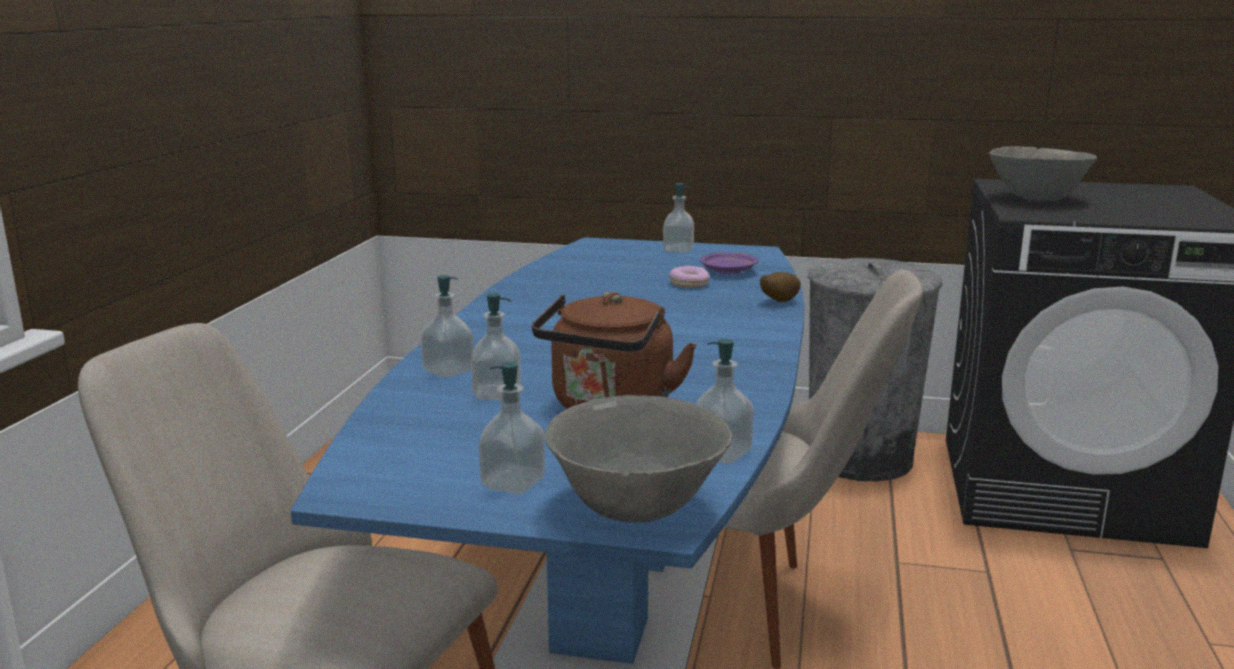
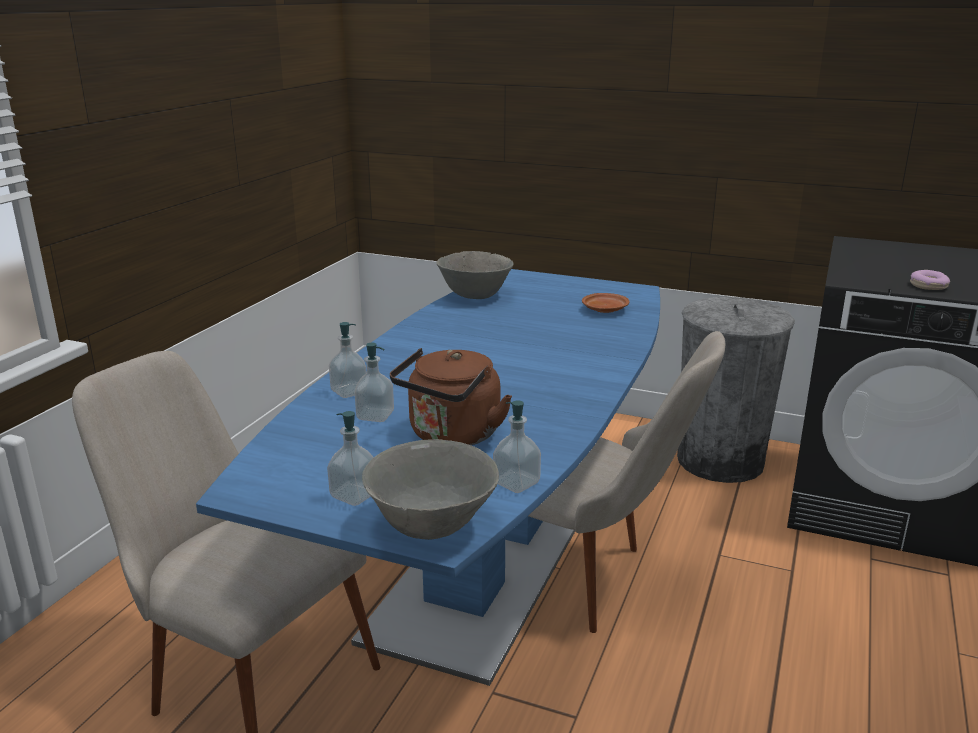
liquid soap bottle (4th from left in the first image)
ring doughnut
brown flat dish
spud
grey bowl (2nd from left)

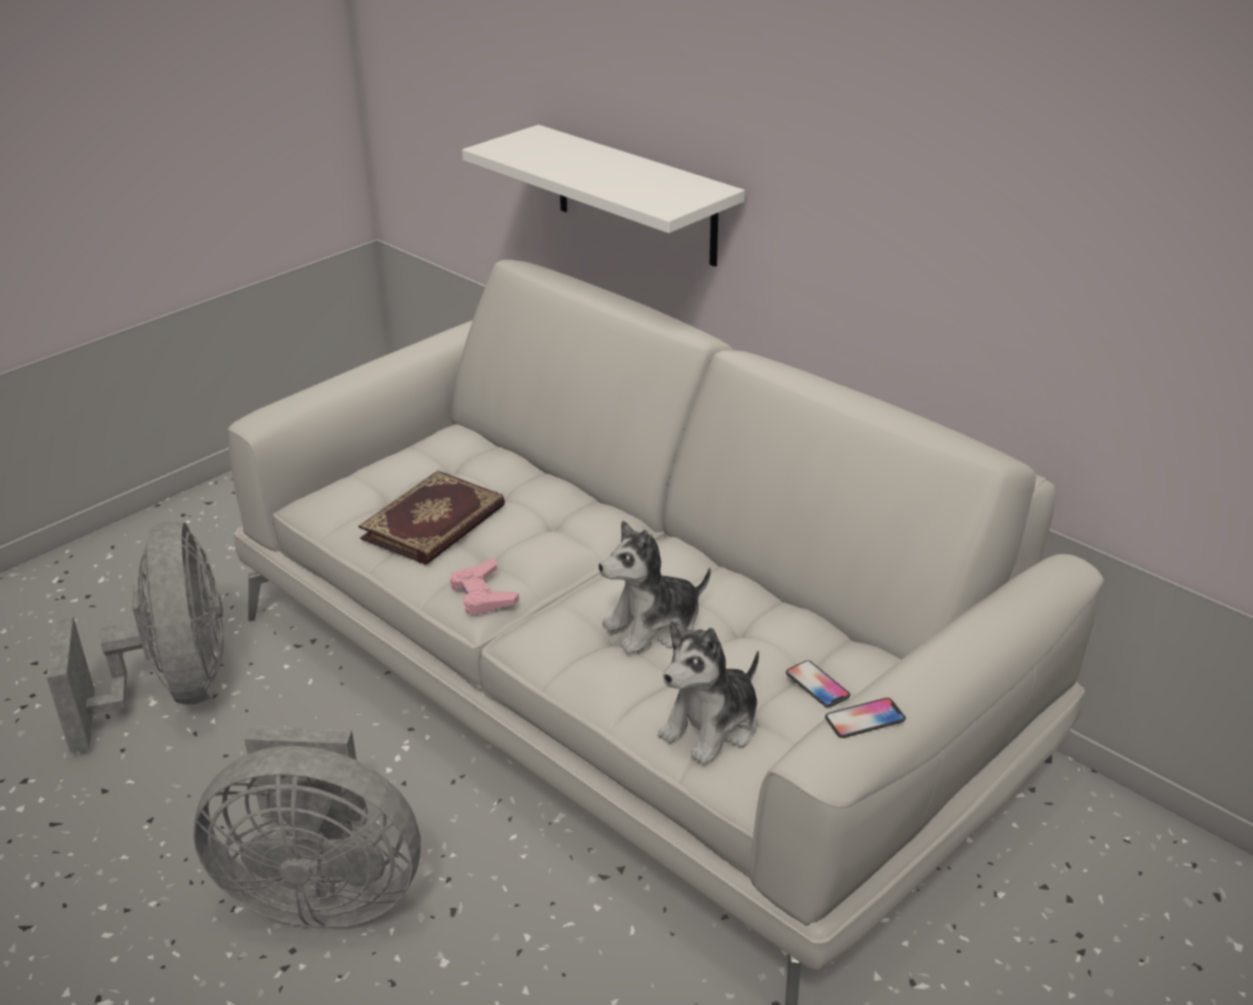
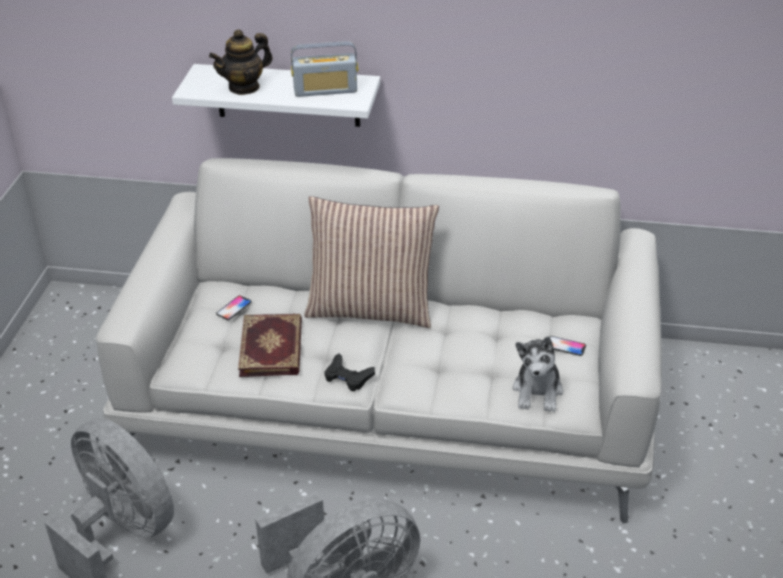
black joypad
soft toy (1st from left in the first image)
phone (1st from left)
pot for tea
radio receiver
cushion

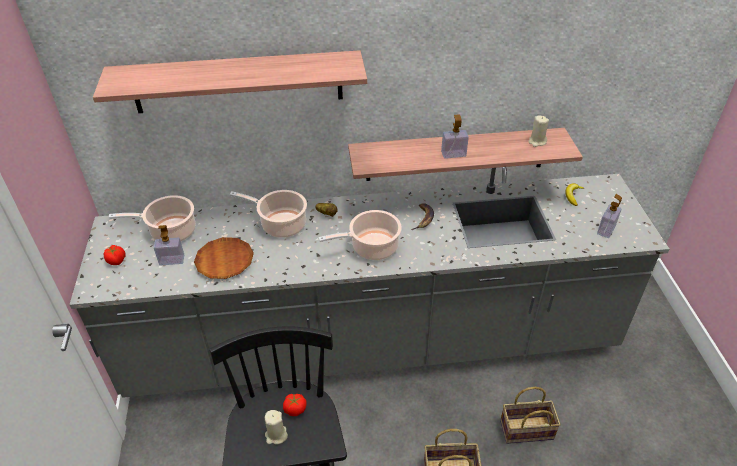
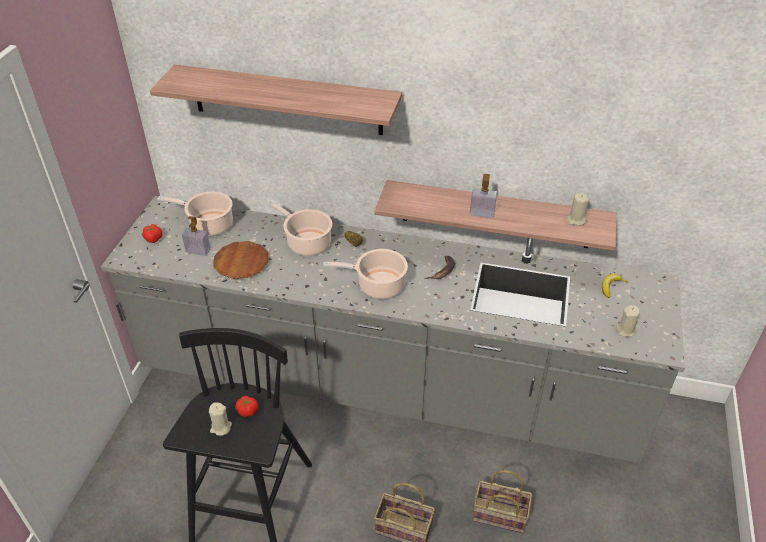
beige wax candle (3rd from left)

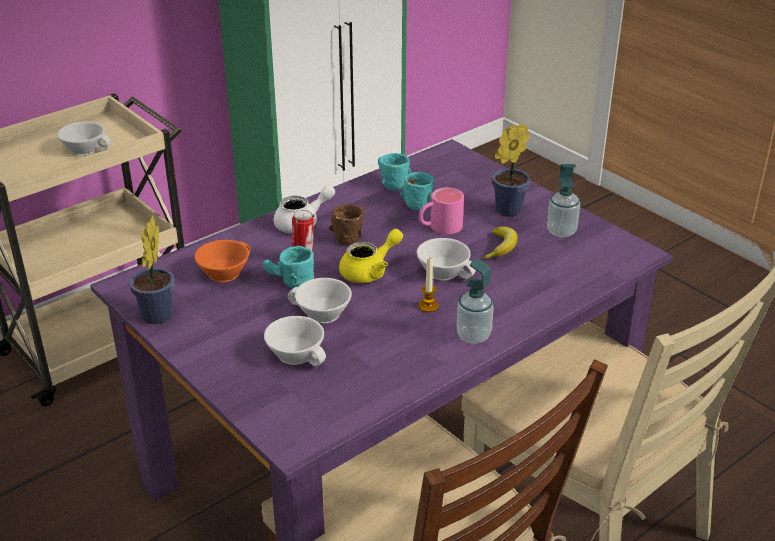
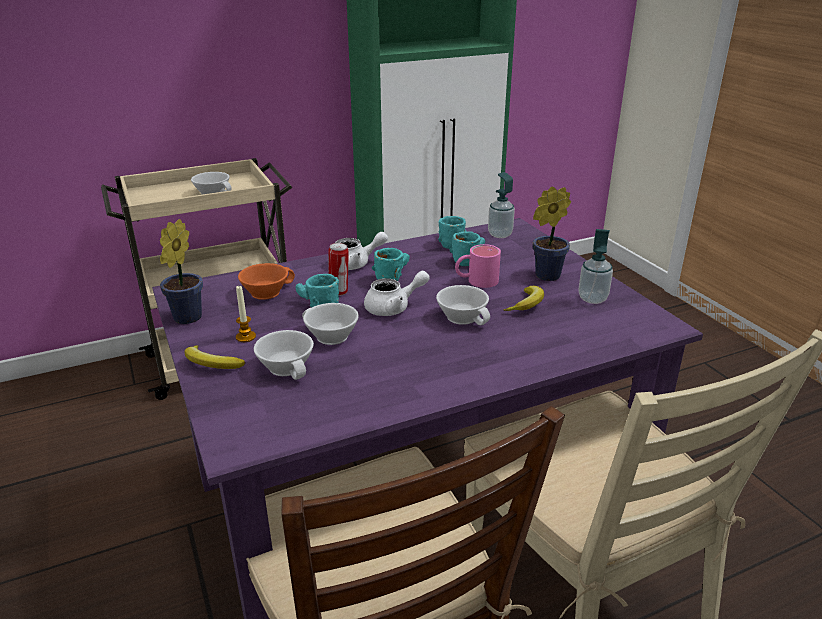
turquoise coffee mug (2nd from left)
whitish pot for tea (2nd from left)
wax candle
liquid soap bottle (1st from left)
banana fruit (1st from left)

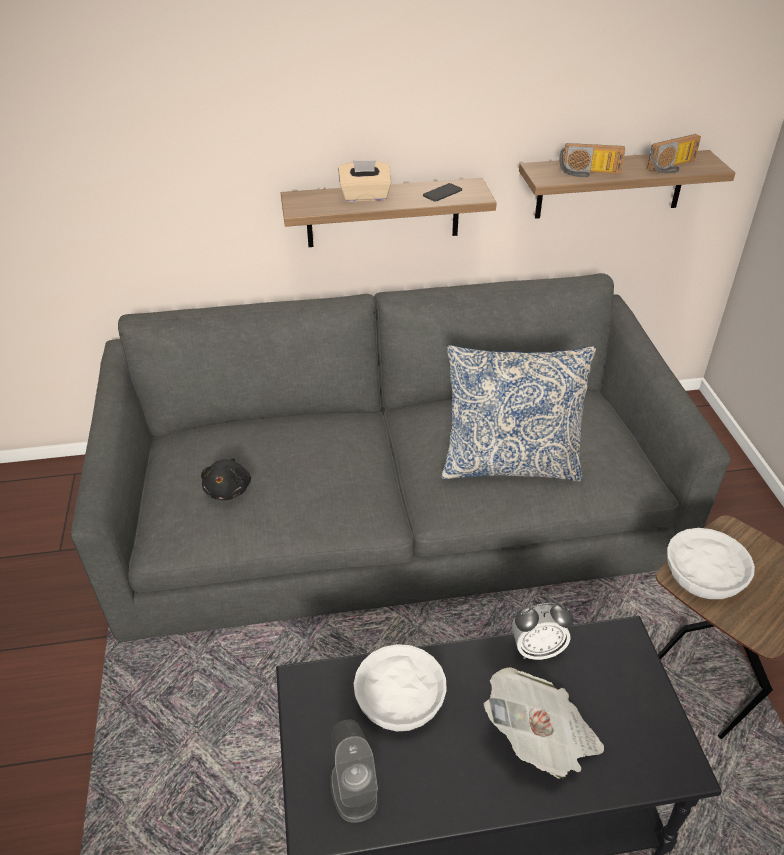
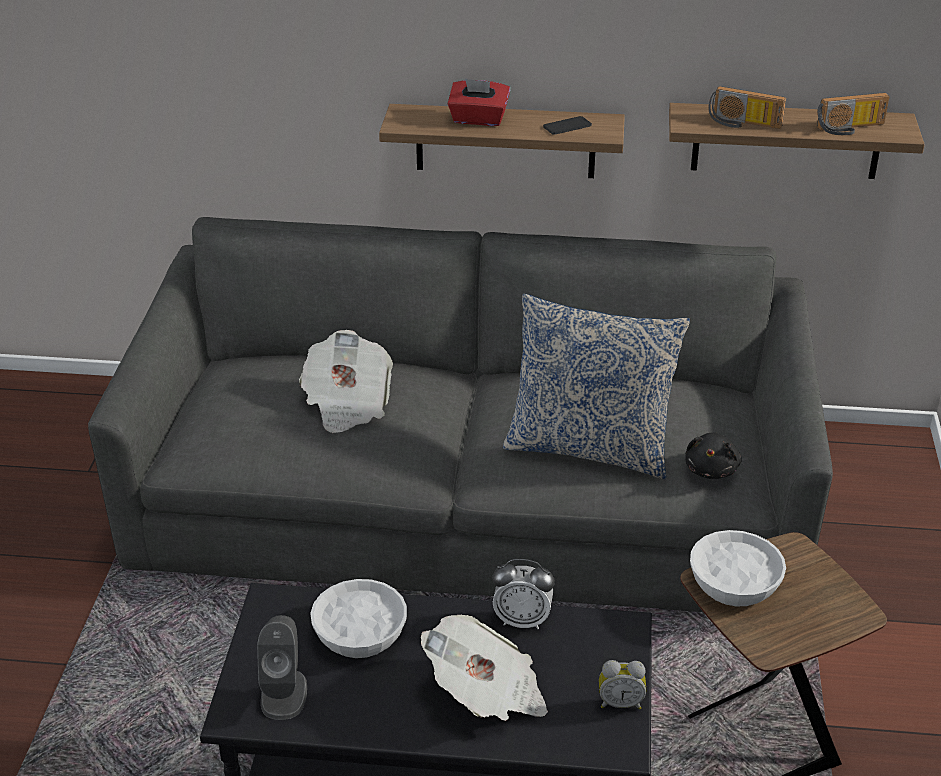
black soft toy
red box of tissues
newspaper (1st from left)
alarm clock (2nd from left)

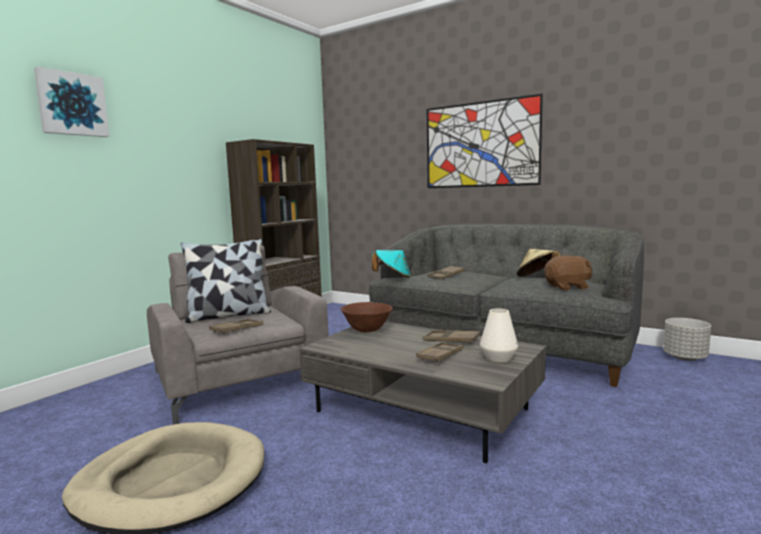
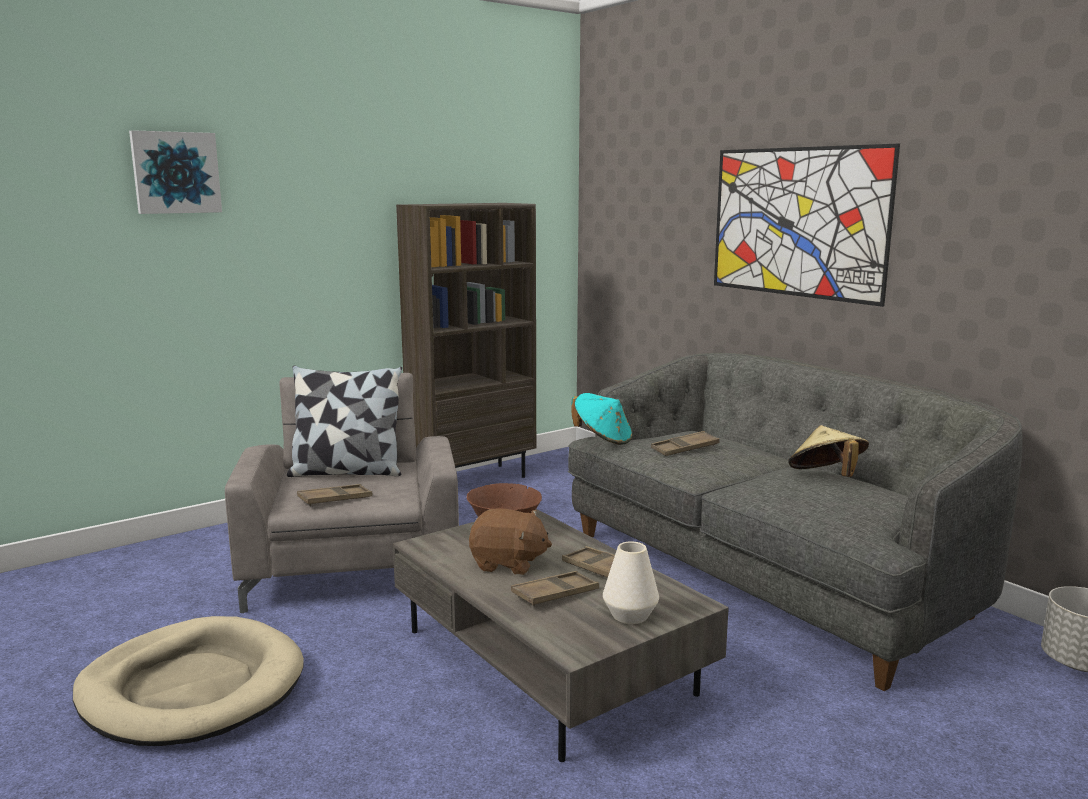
brown soft toy

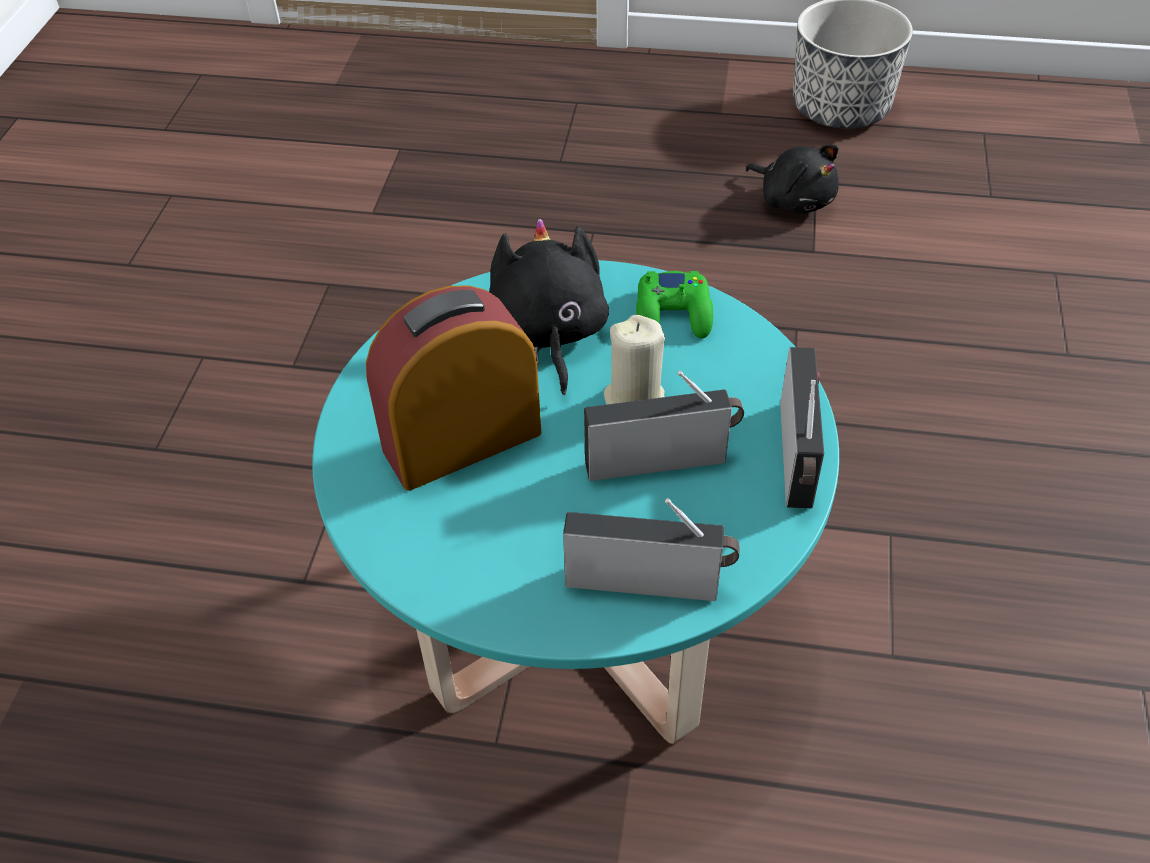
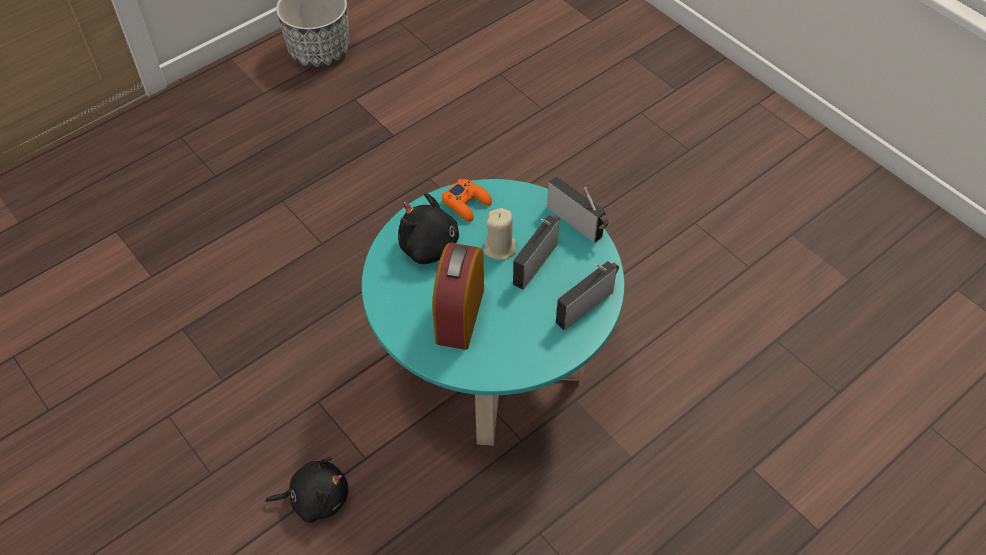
orangey joypad
black soft toy (1st from left)

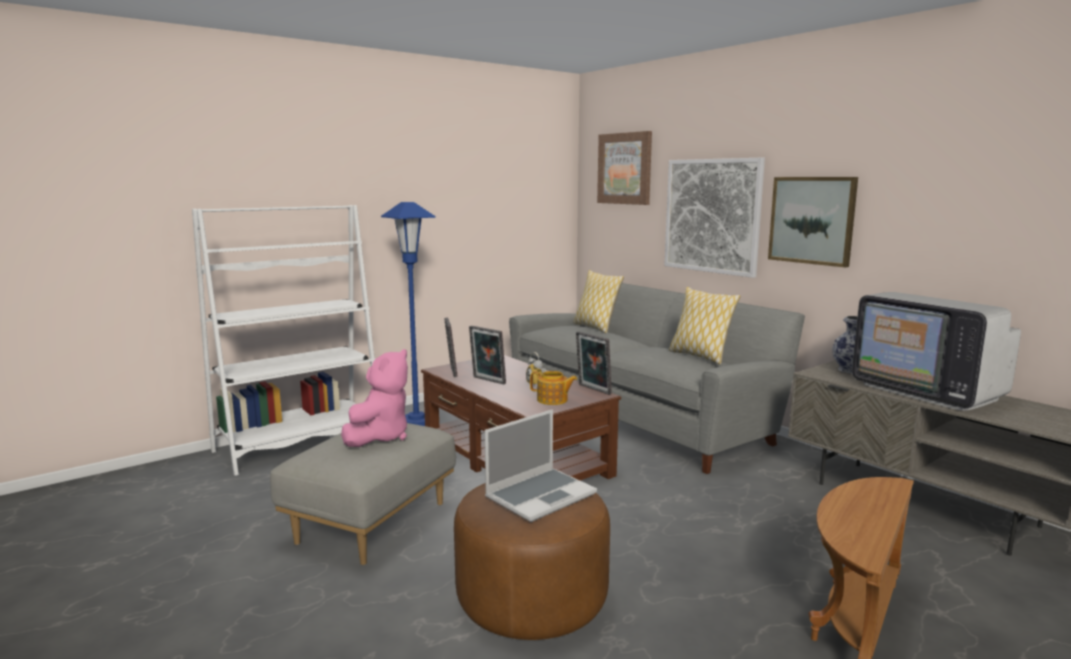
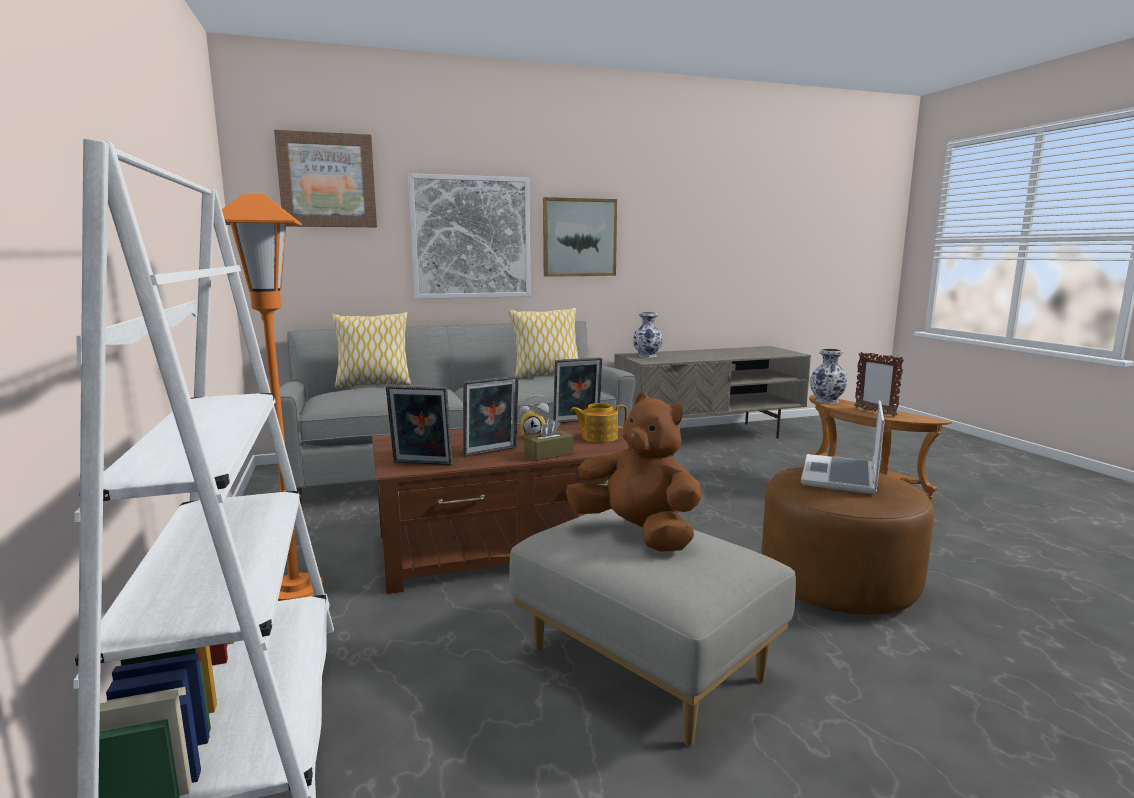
brown soft toy
orangey floor lamp
laptop
pot for tea
television
brown box of tissues
decorative vase (2nd from left)
photo frame (4th from left)

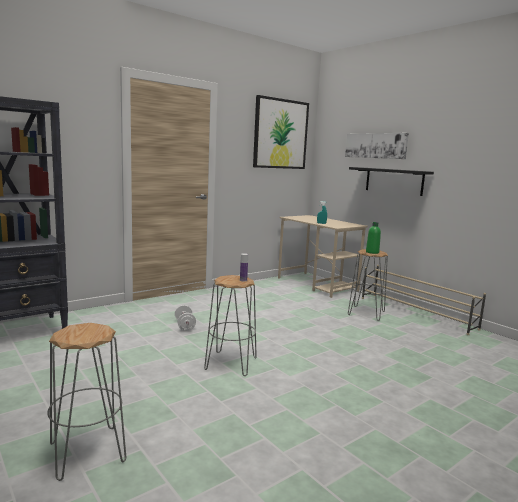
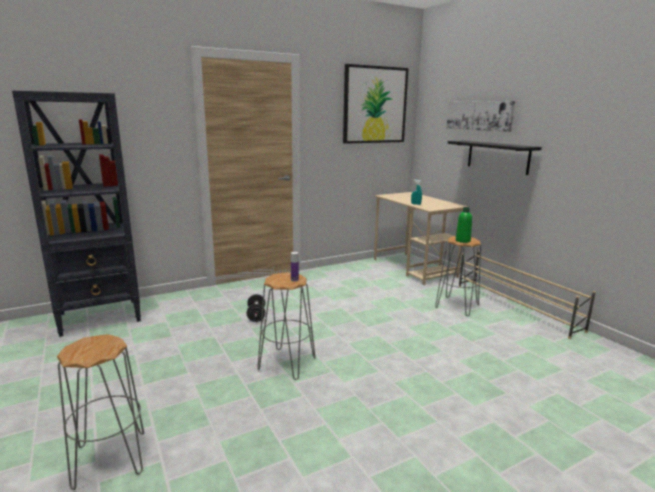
black dumbbell

